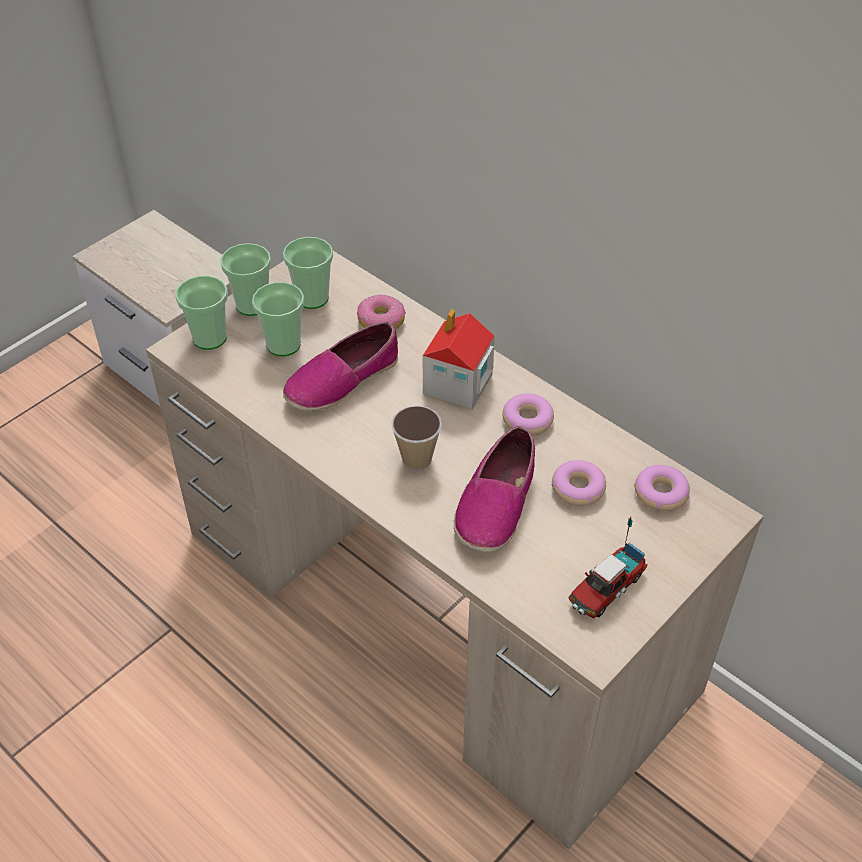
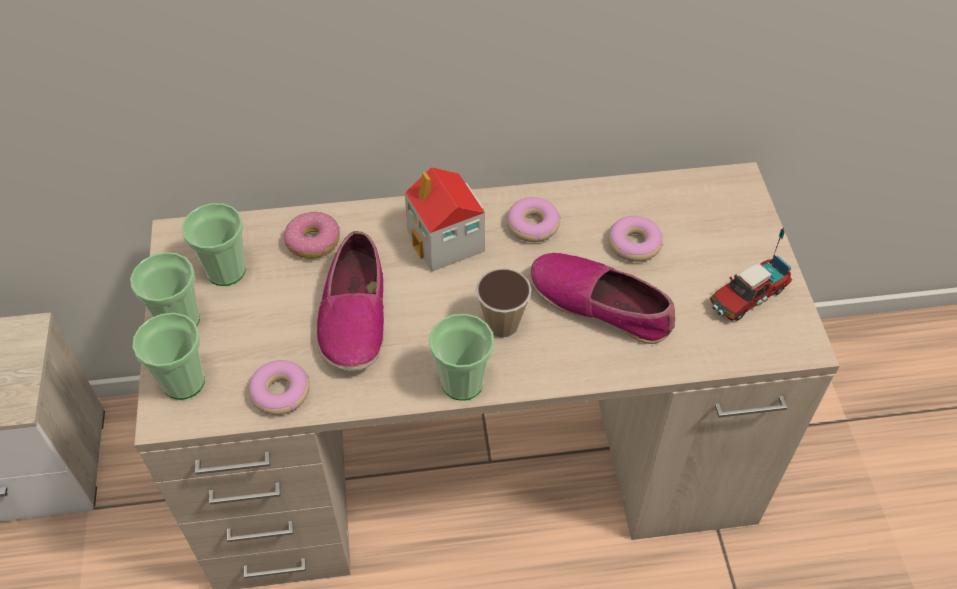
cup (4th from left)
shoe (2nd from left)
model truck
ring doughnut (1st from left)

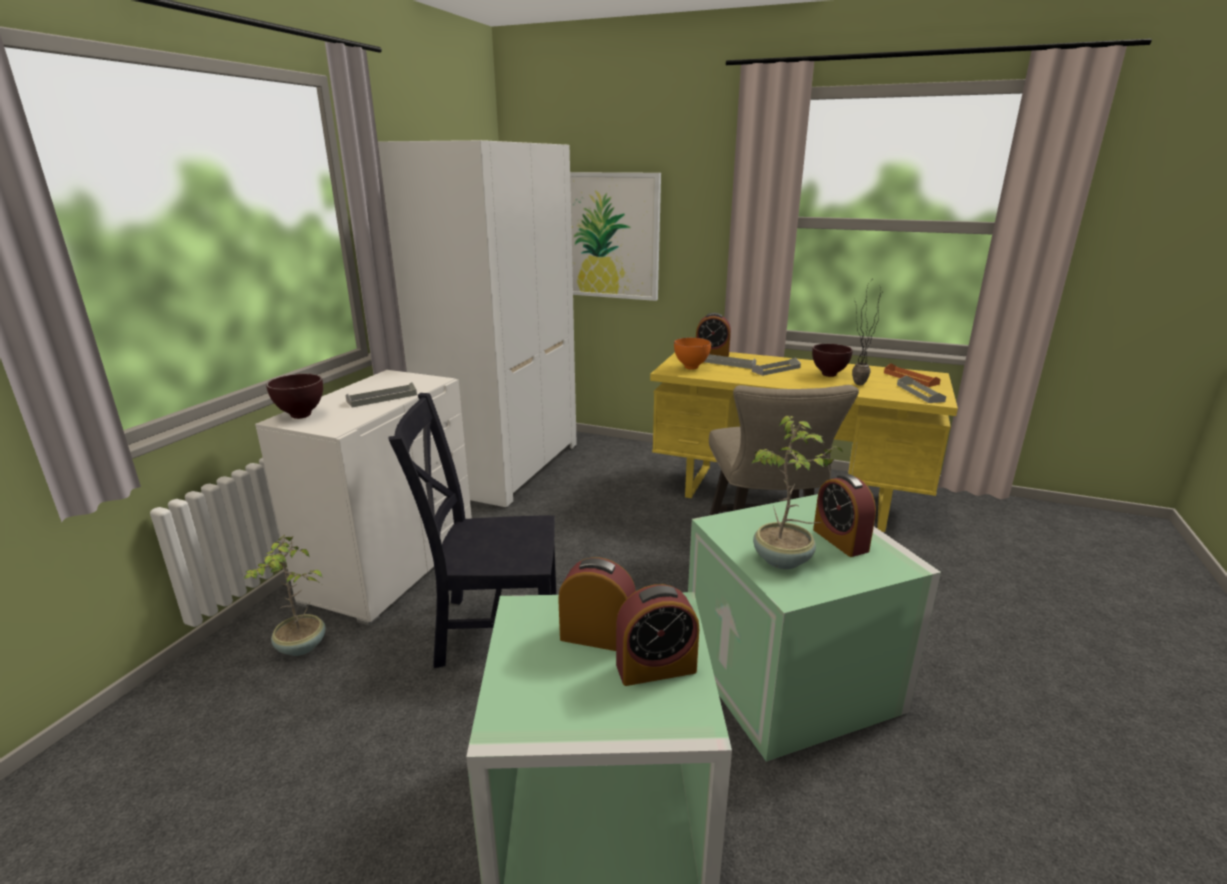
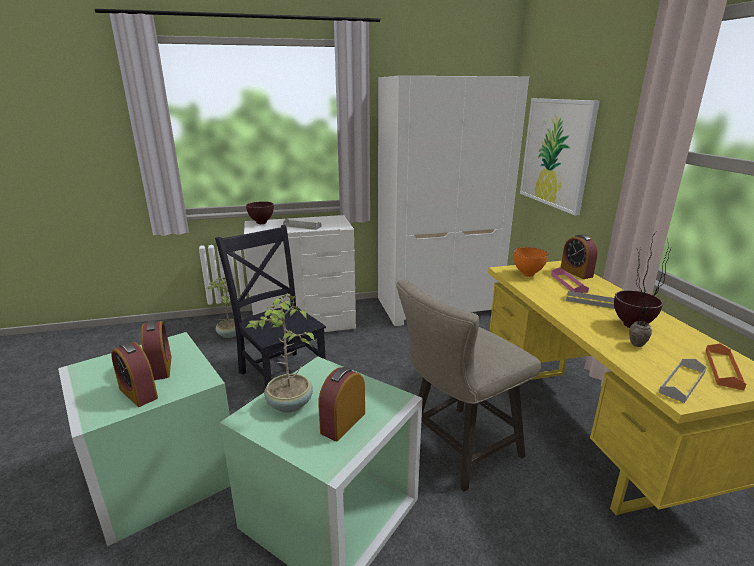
pink-coloured carrying tray

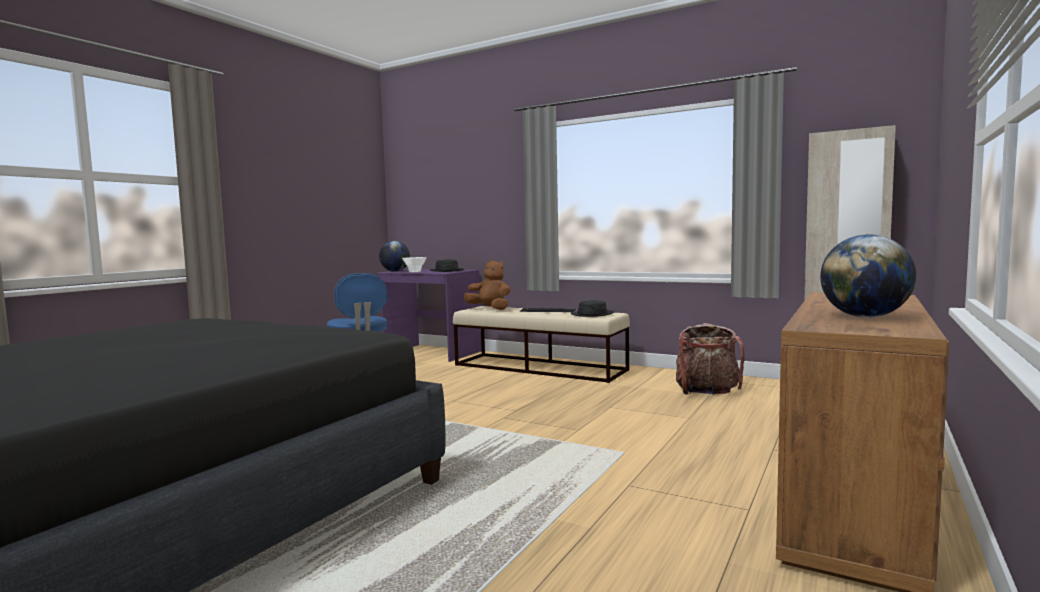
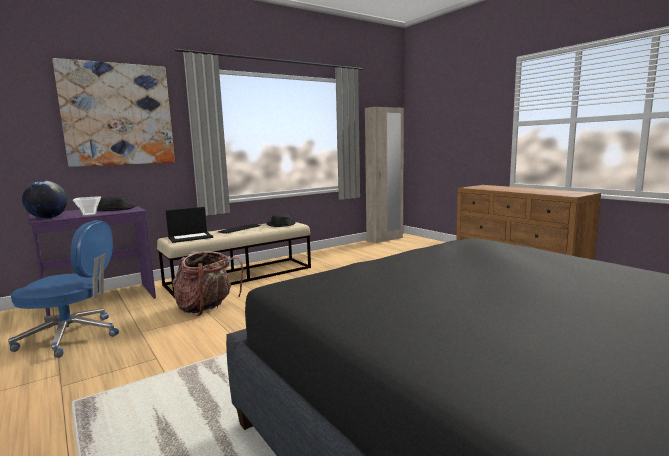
laptop
knapsack
globe (2nd from left in the first image)
wall picture

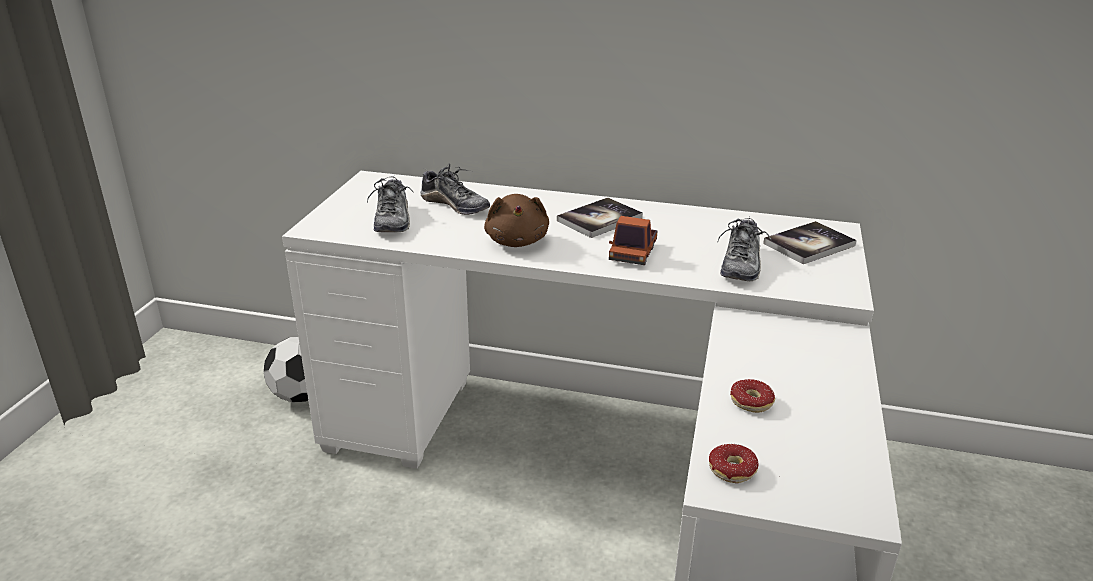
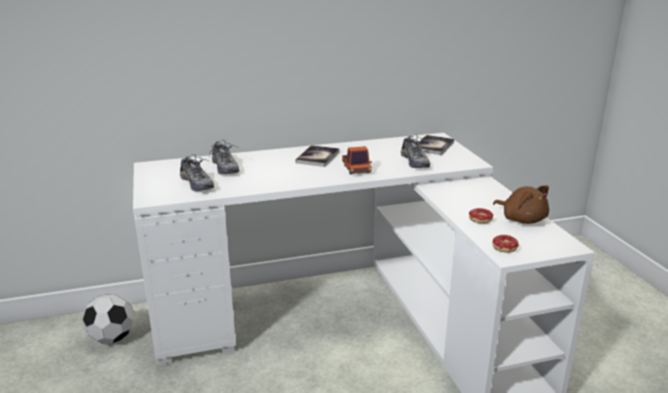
shoe (2nd from left)
brown soft toy

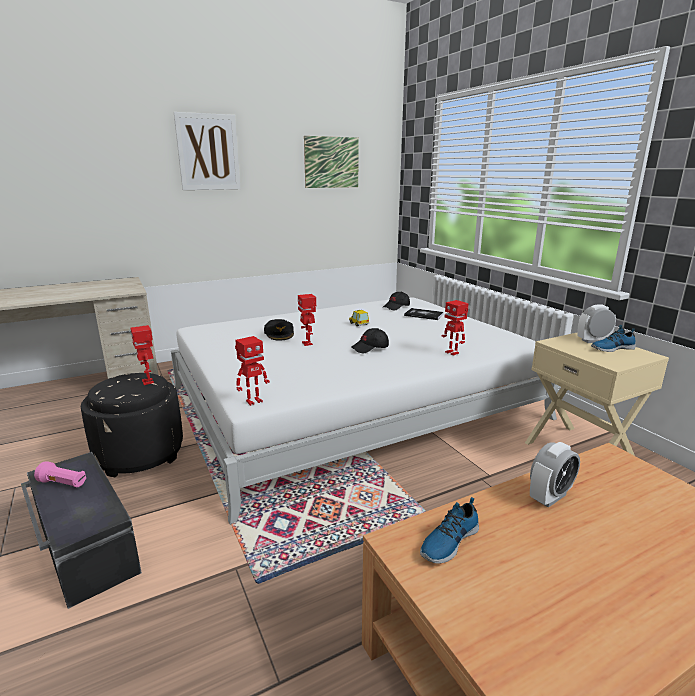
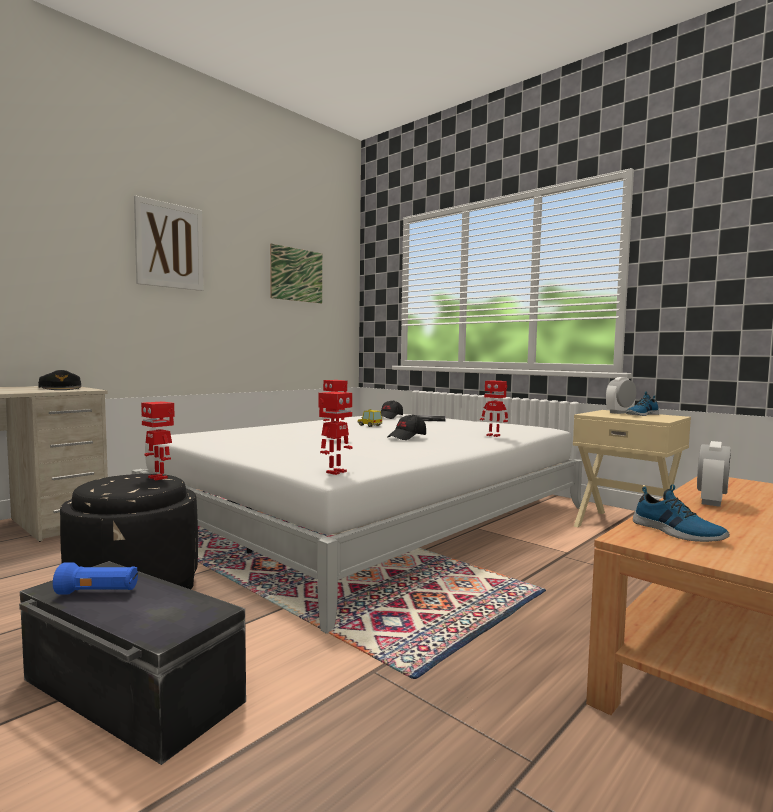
blue-coloured hand torch
black cap (1st from left)
shoe (2nd from left)

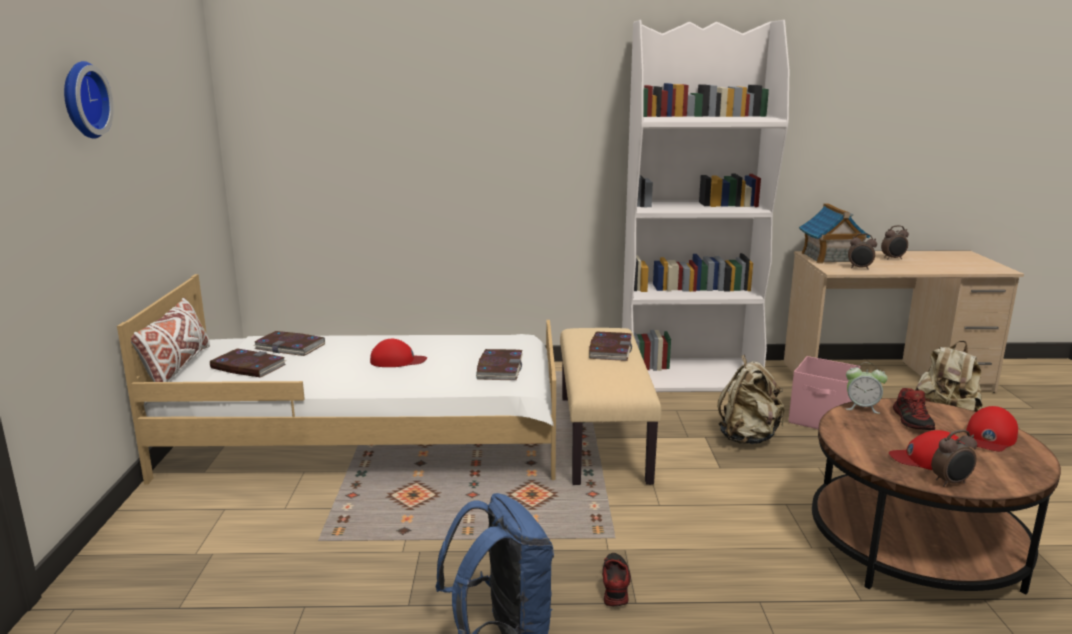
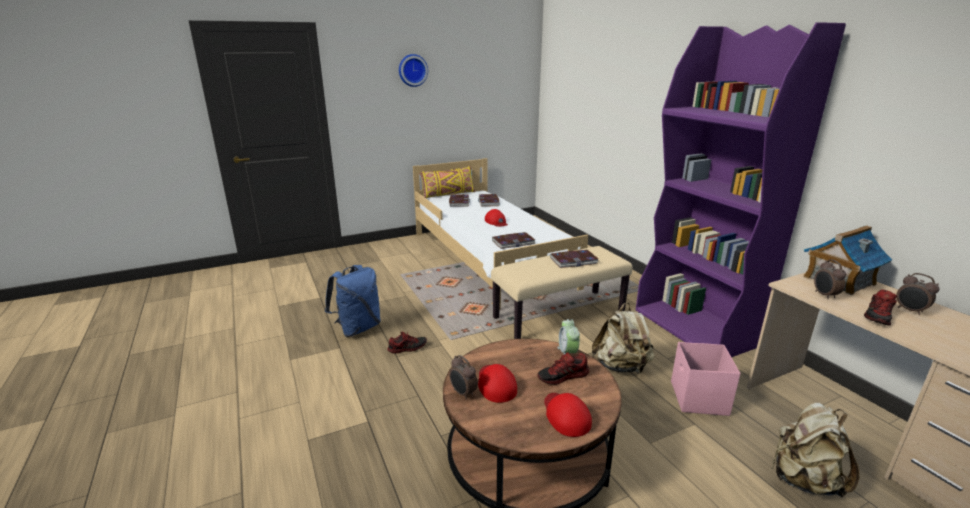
yellowish cushion
purplish bookshelf
red cap (3rd from left)
shoe (3rd from left)

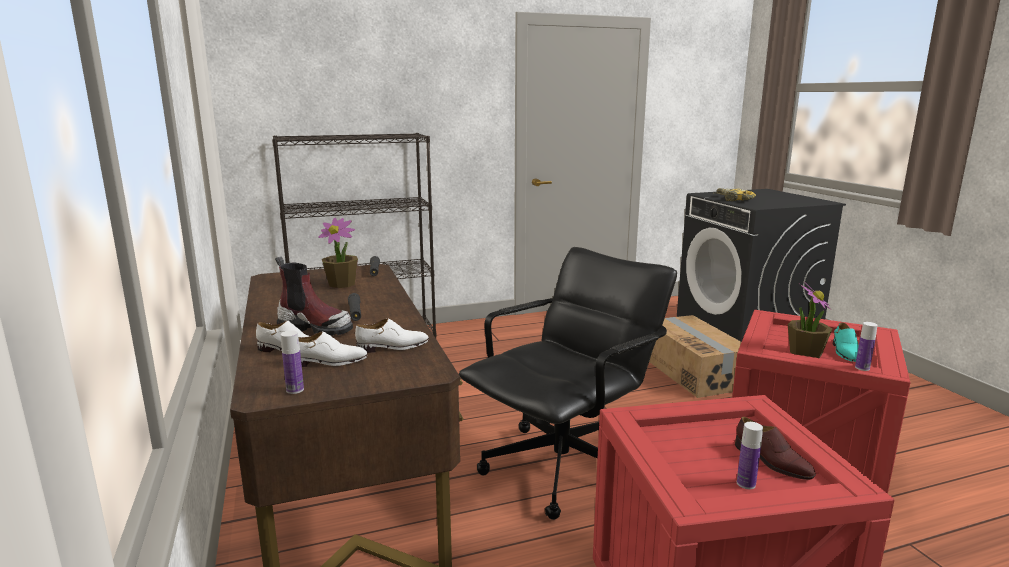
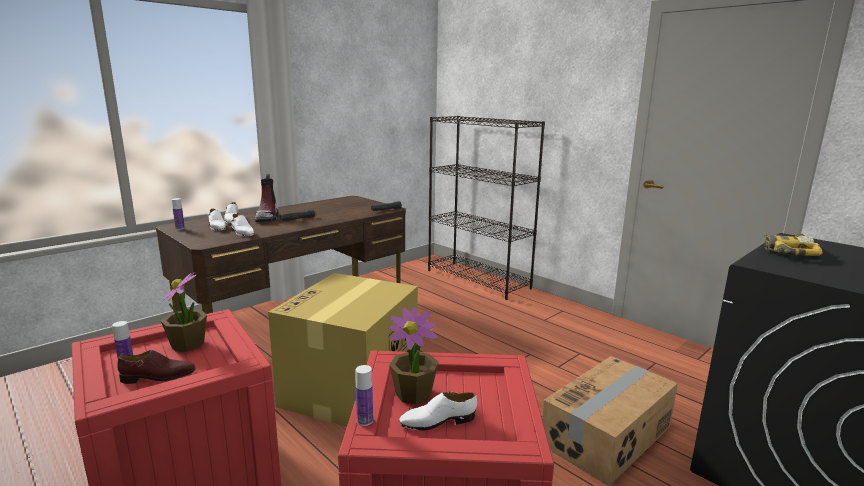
houseplant (1st from left)
carton (1st from left)
brown shoe
whitish shoe (4th from left)

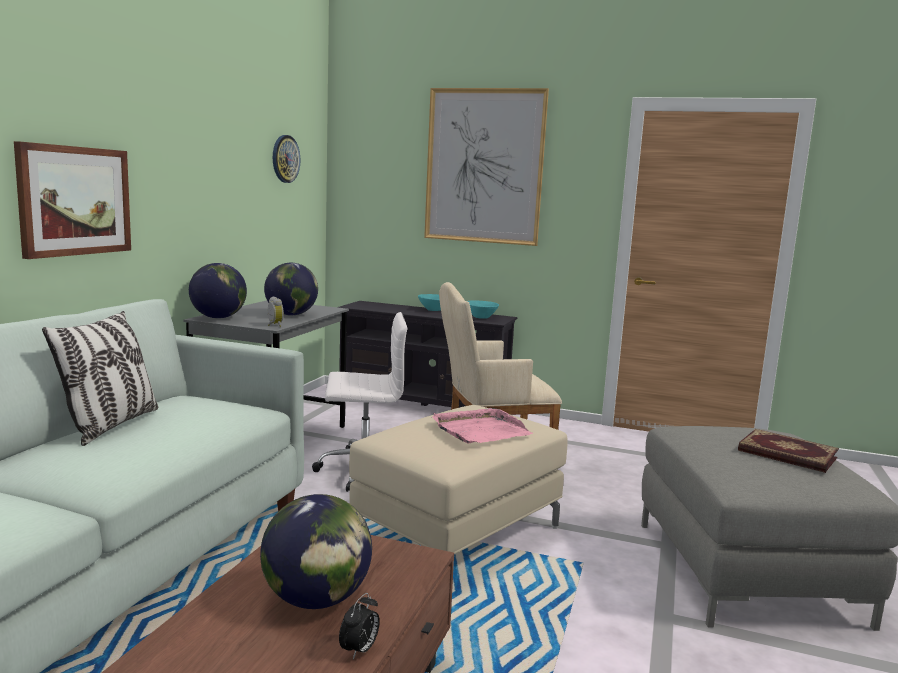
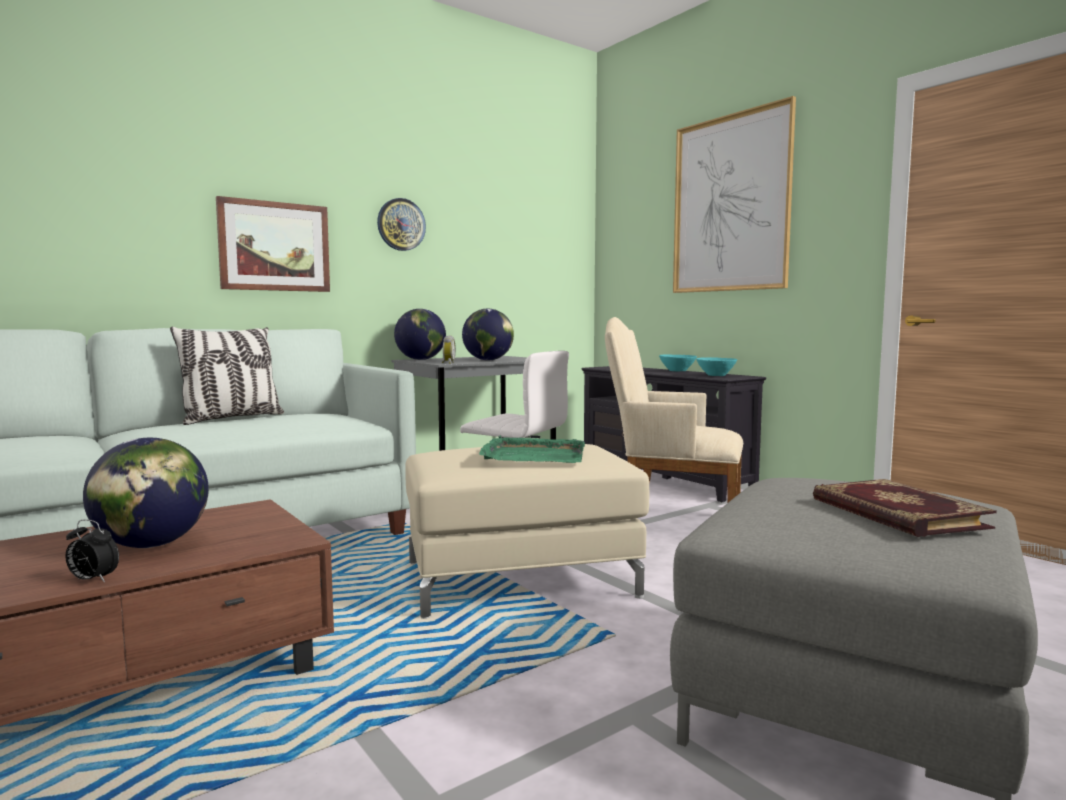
wall clock
alarm clock (1st from left)
green-coloured carrying tray

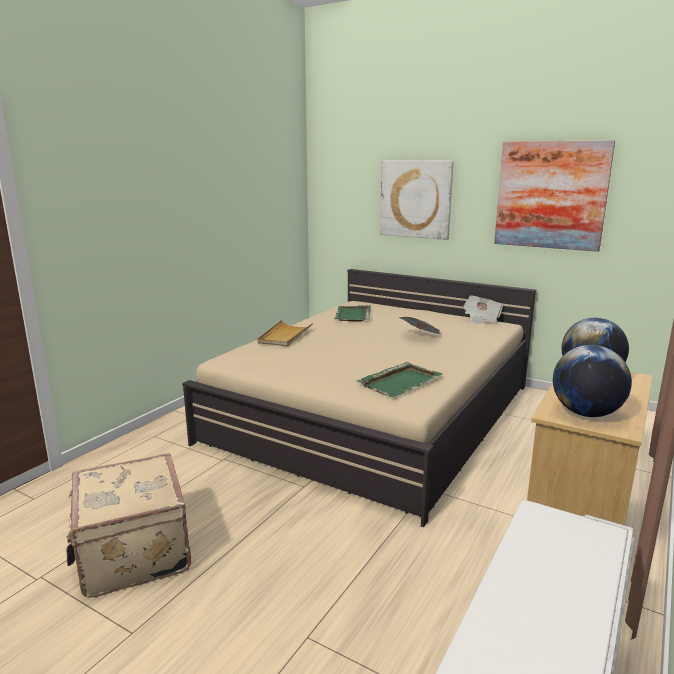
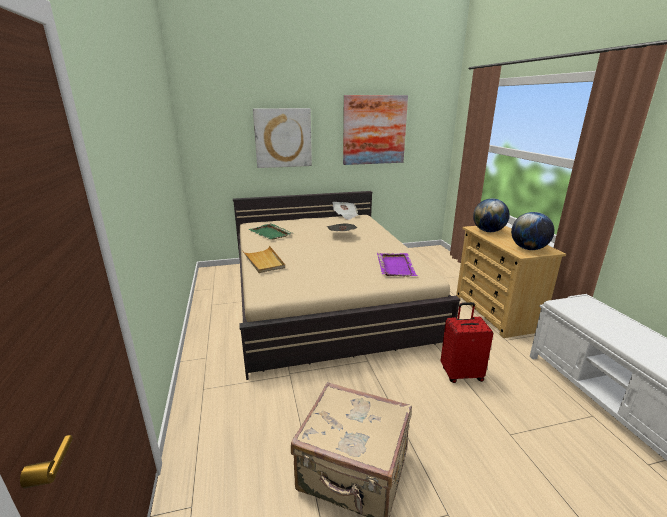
purplish carrying tray
red travel case

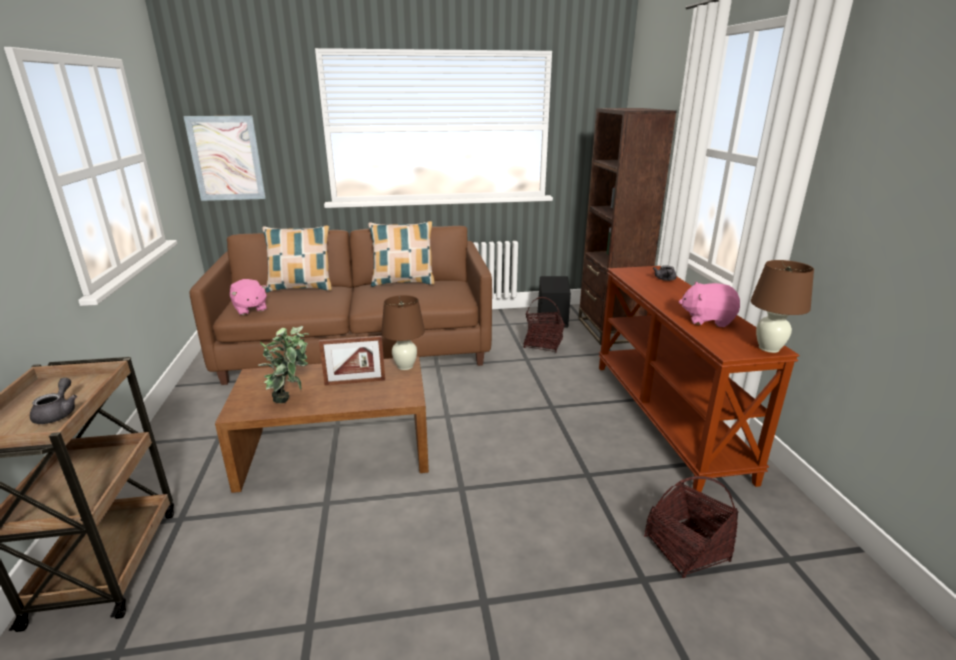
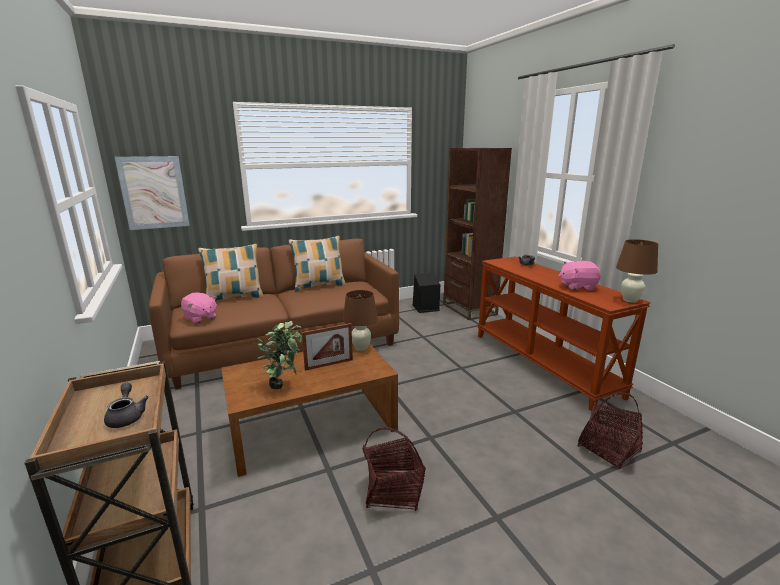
household basket (1st from left)

